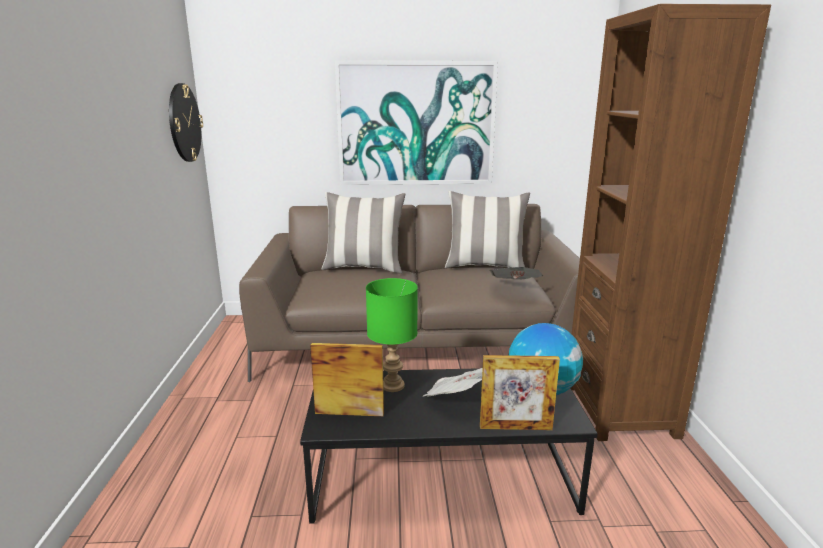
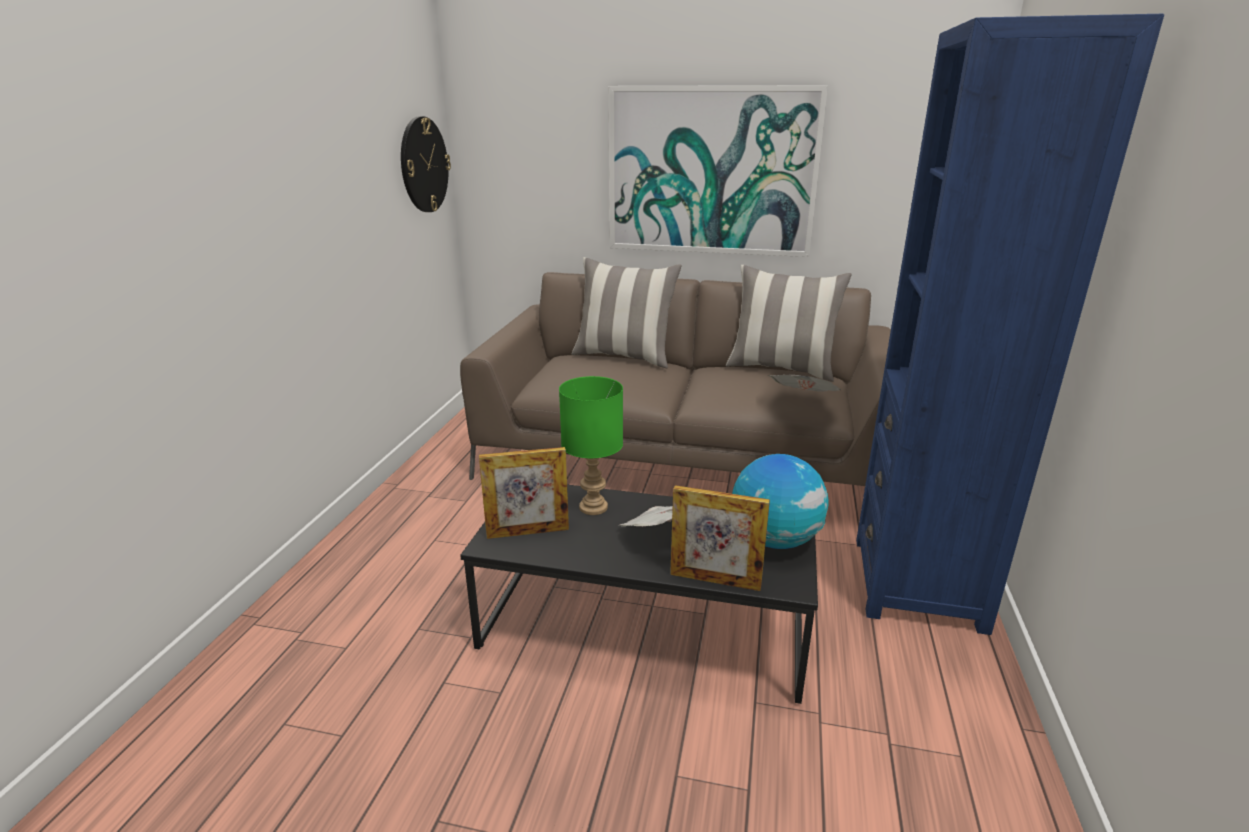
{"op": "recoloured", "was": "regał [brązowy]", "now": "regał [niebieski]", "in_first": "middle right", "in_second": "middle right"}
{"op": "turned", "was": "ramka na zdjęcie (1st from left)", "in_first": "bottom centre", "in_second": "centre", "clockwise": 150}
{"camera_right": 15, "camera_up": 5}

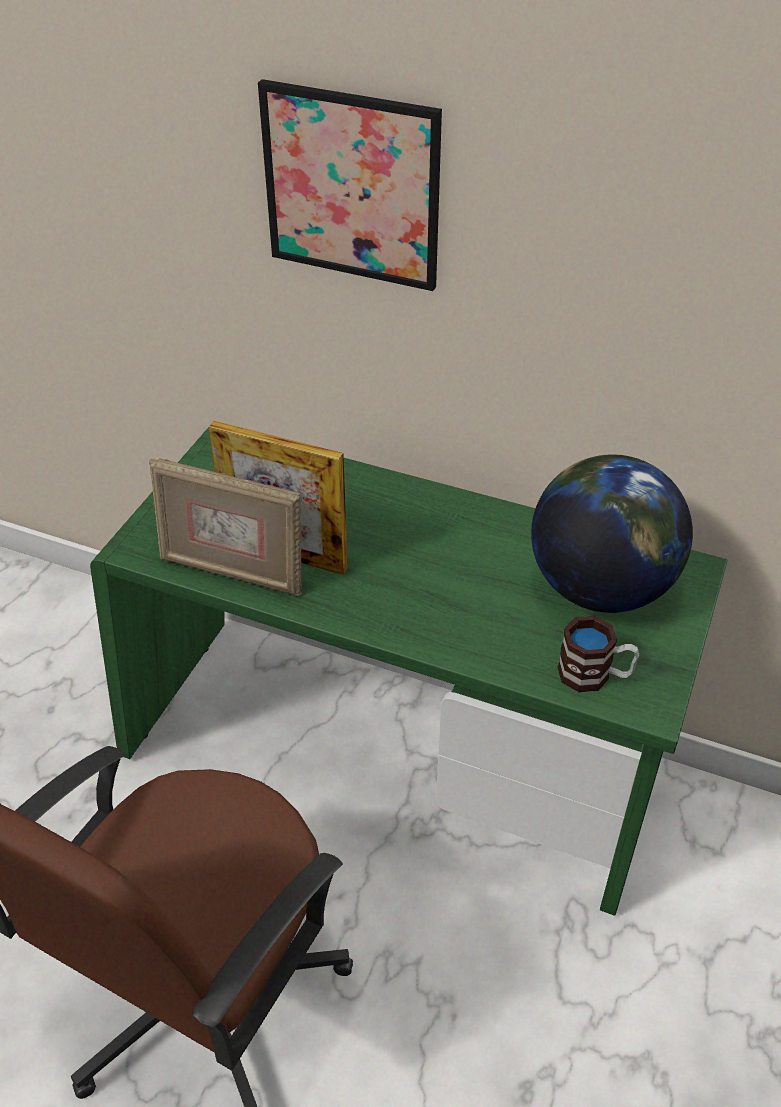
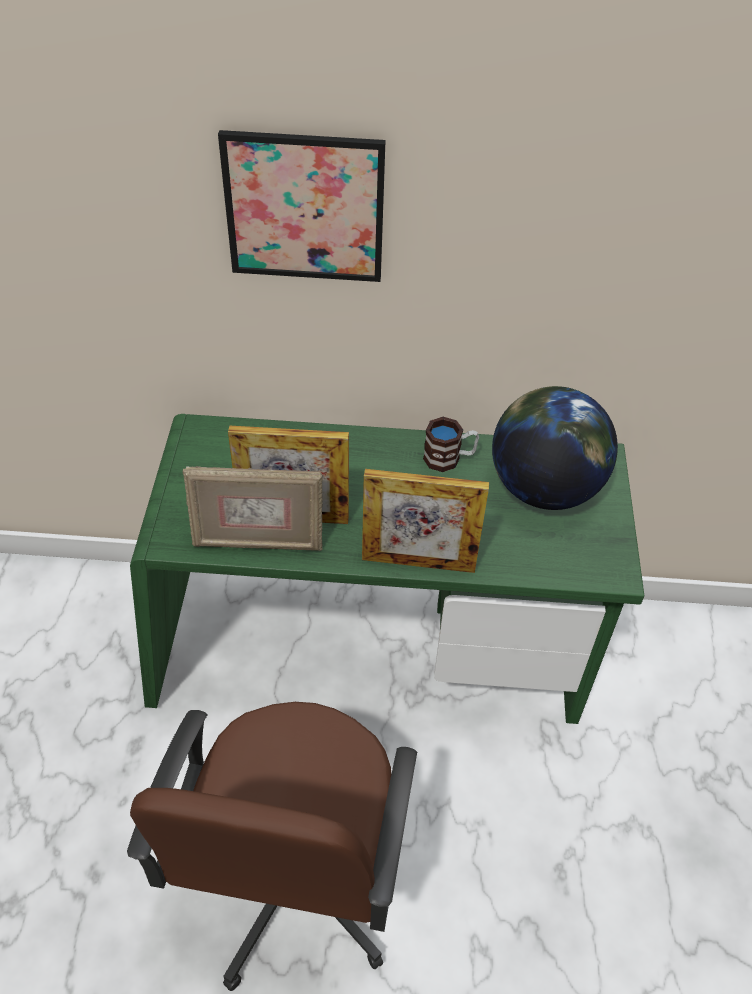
{"op": "moved", "was": "kubek", "in_first": "middle right", "in_second": "centre"}
{"op": "added", "now": "ramka na zdjęcie (3rd from left)", "in_second": "centre"}
{"camera_right": -20, "camera_up": 5}

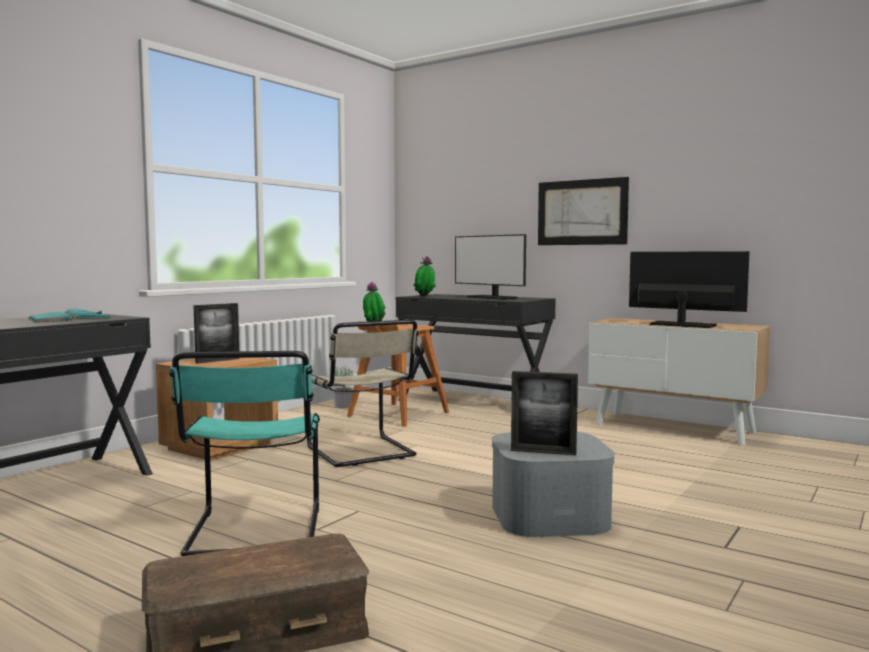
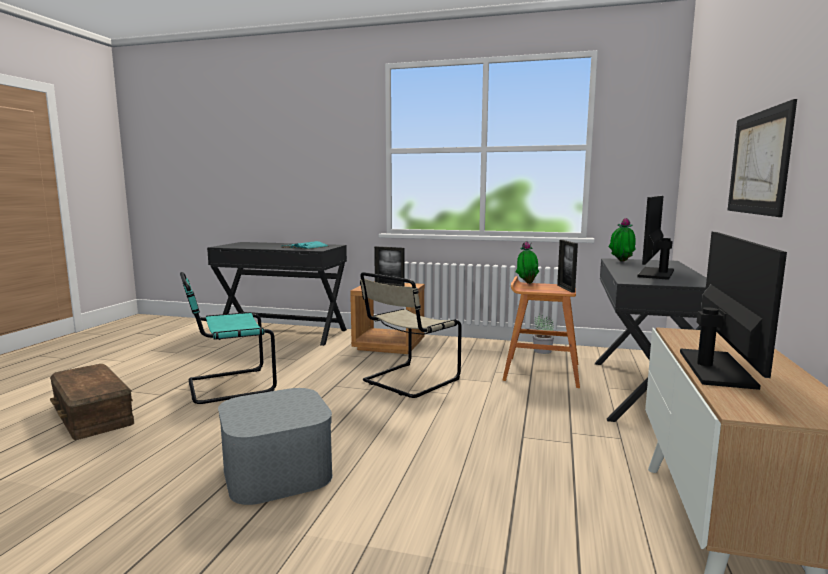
{"op": "moved", "was": "ramka na zdjęcie (2nd from left)", "in_first": "centre", "in_second": "middle right"}
{"camera_right": 70, "camera_up": 5}

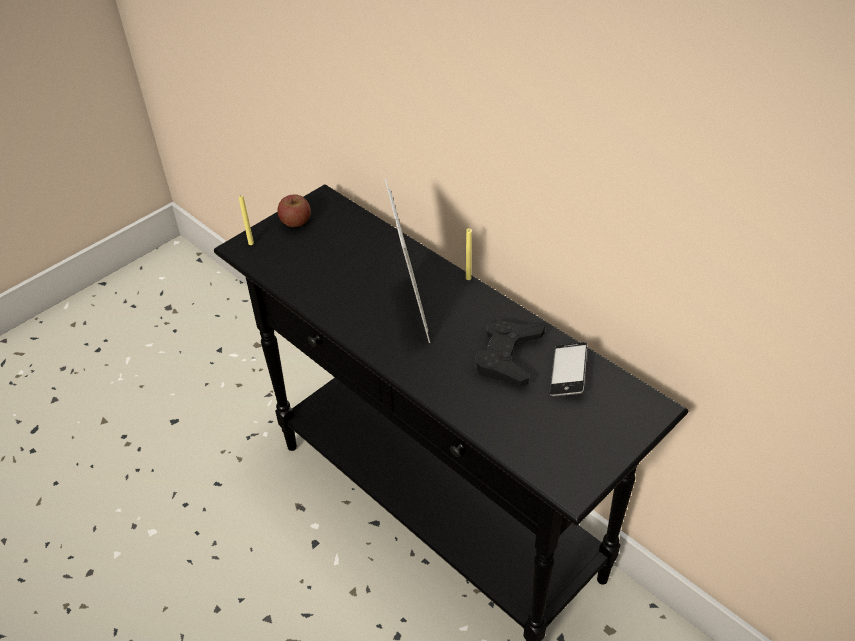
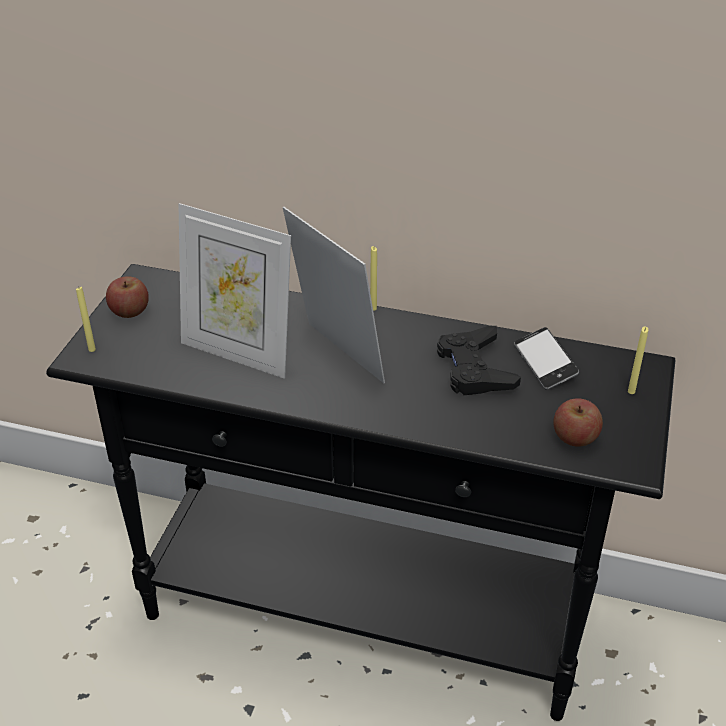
{"op": "added", "now": "ramka na zdjęcie (1st from left)", "in_second": "middle left"}
{"op": "added", "now": "świeca [żółty] (3rd from left)", "in_second": "middle right"}
{"op": "added", "now": "jabłko (2nd from left)", "in_second": "middle right"}
{"camera_right": -30, "camera_up": -5}

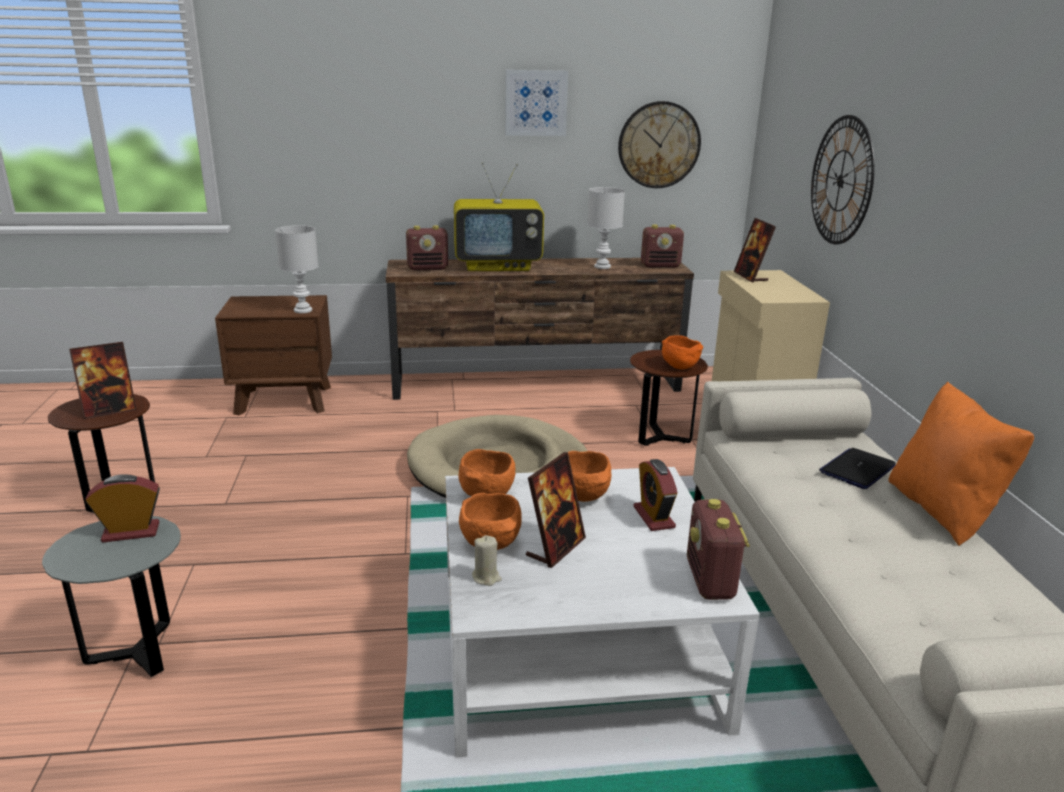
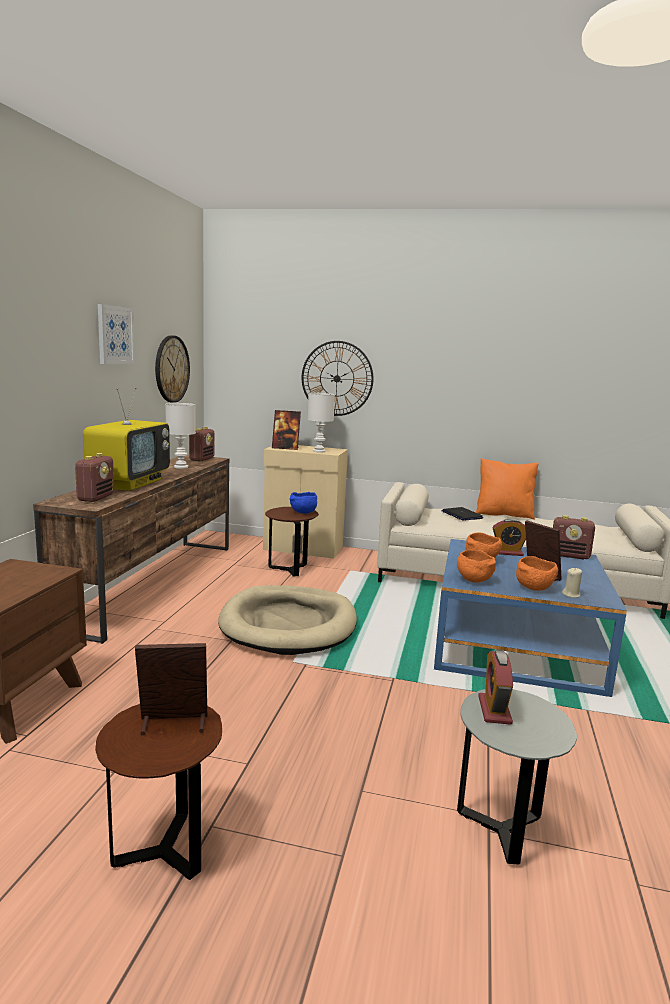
{"op": "moved", "was": "lampa stołowa [biały] (1st from left in the first image)", "now": "lampa stołowa [biały] (2nd from left)", "in_first": "middle left", "in_second": "centre"}
{"op": "recoloured", "was": "miska [pomarańczowy] (4th from left)", "now": "miska [niebieski]", "in_first": "centre", "in_second": "centre"}
{"op": "turned", "was": "ramka na zdjęcie (1st from left)", "in_first": "middle left", "in_second": "bottom left", "clockwise": -90}
{"op": "recoloured", "was": "ława [biały]", "now": "ława [niebieski]", "in_first": "bottom centre", "in_second": "middle right"}
{"camera_right": -70, "camera_up": -10}

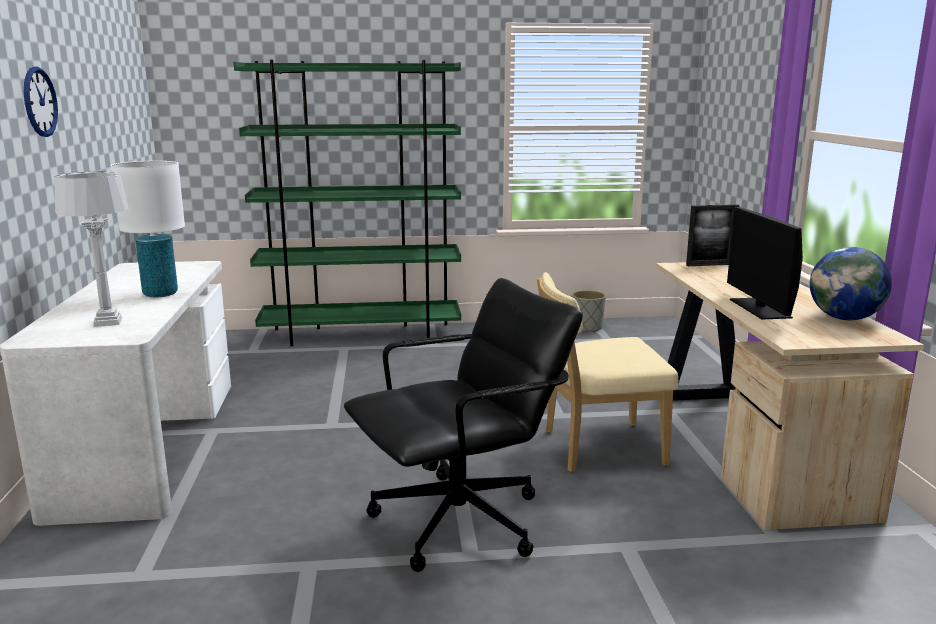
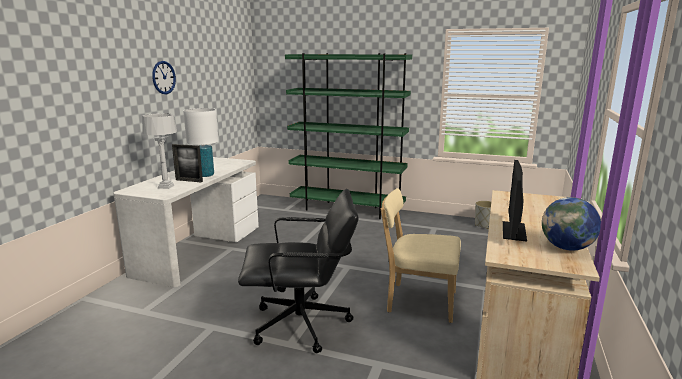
{"op": "moved", "was": "ramka na zdjęcie", "in_first": "middle right", "in_second": "middle left"}
{"camera_right": 25, "camera_up": 0}

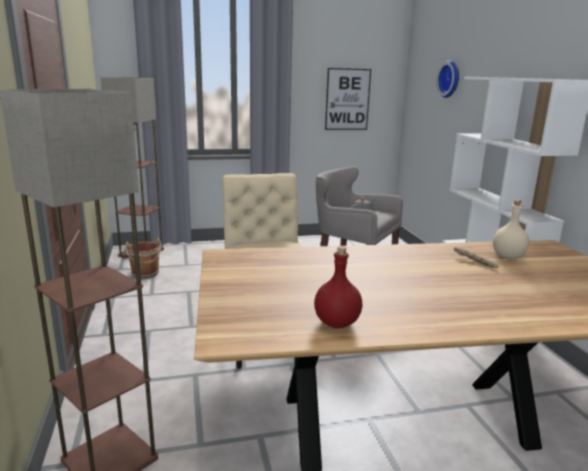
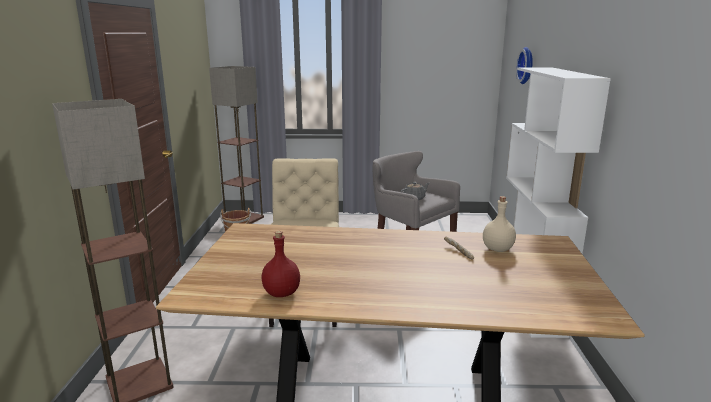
{"op": "removed", "was": "obraz", "in_first": "top centre"}
{"camera_right": 15, "camera_up": 0}

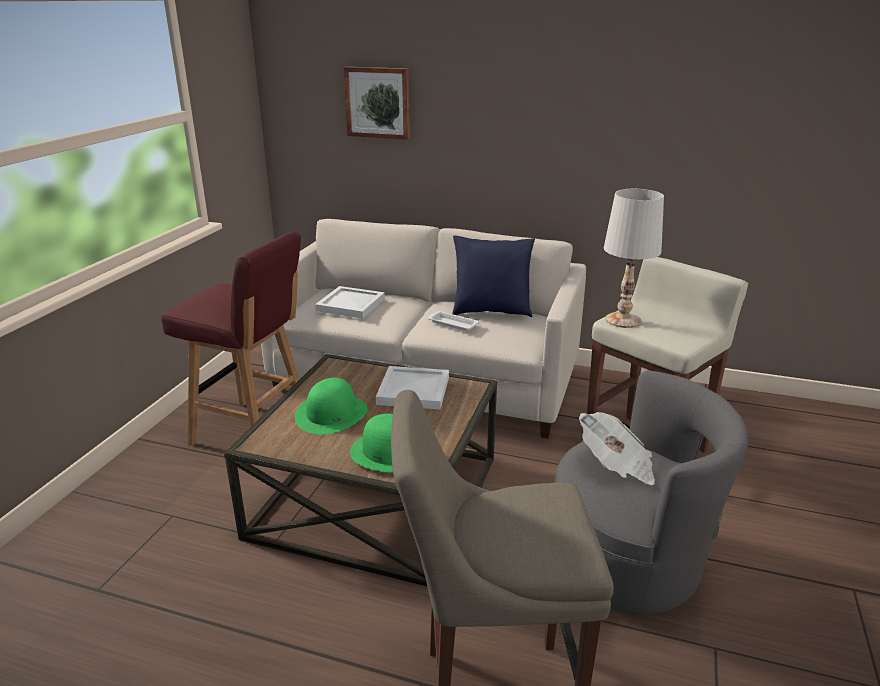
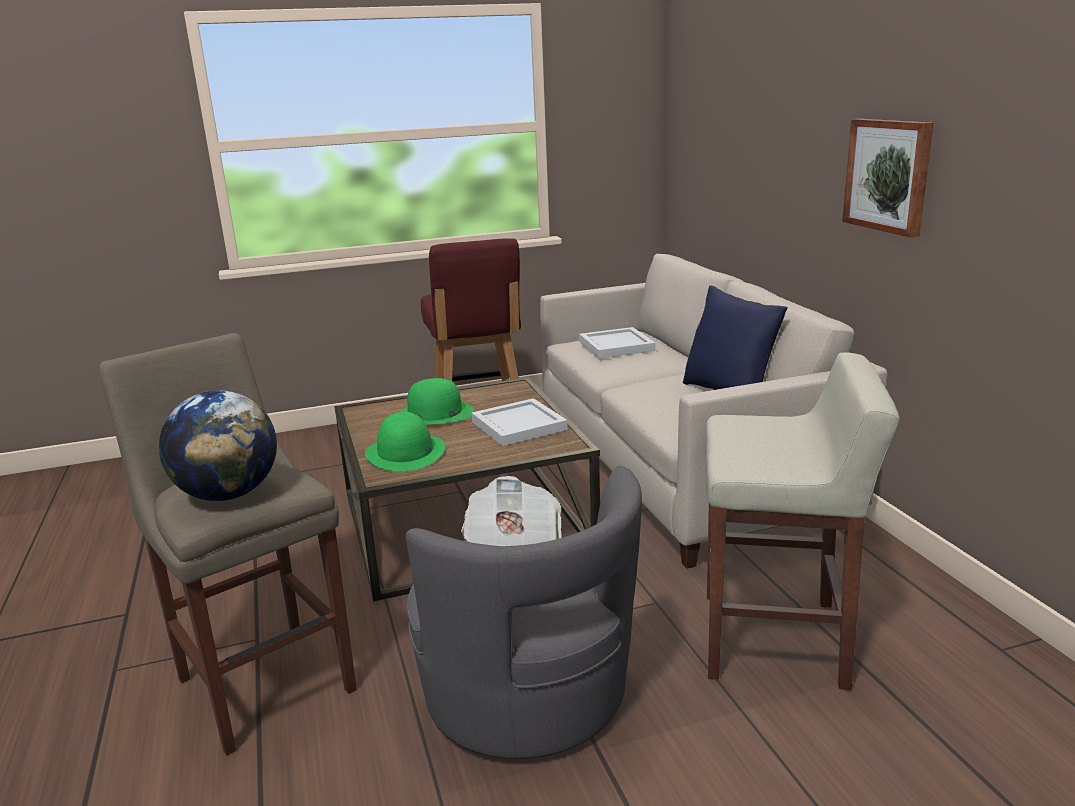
{"op": "moved", "was": "obraz", "in_first": "top centre", "in_second": "top right"}
{"op": "removed", "was": "lampa stołowa [biały]", "in_first": "middle right"}
{"op": "removed", "was": "taca [biały] (3rd from left)", "in_first": "centre"}
{"op": "added", "now": "globus", "in_second": "middle left"}
{"camera_right": 55, "camera_up": -5}

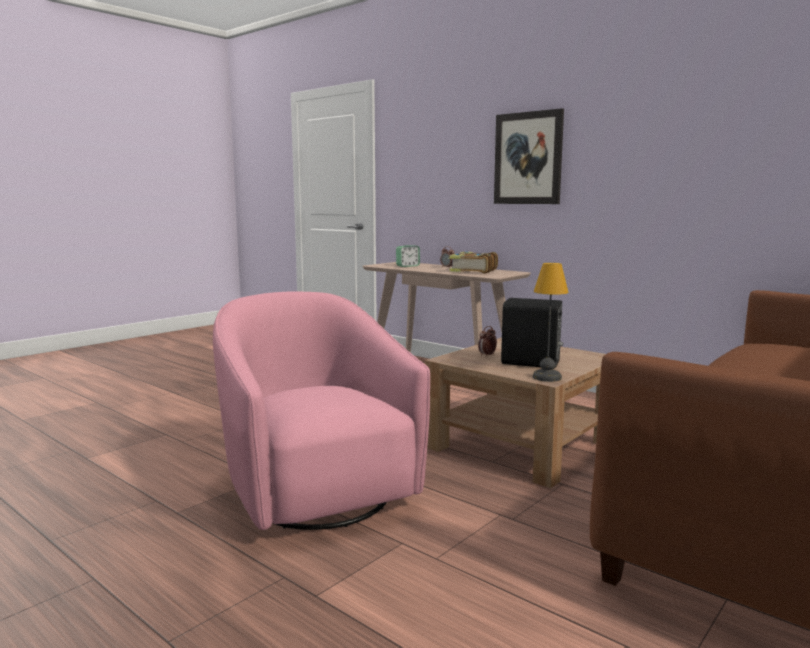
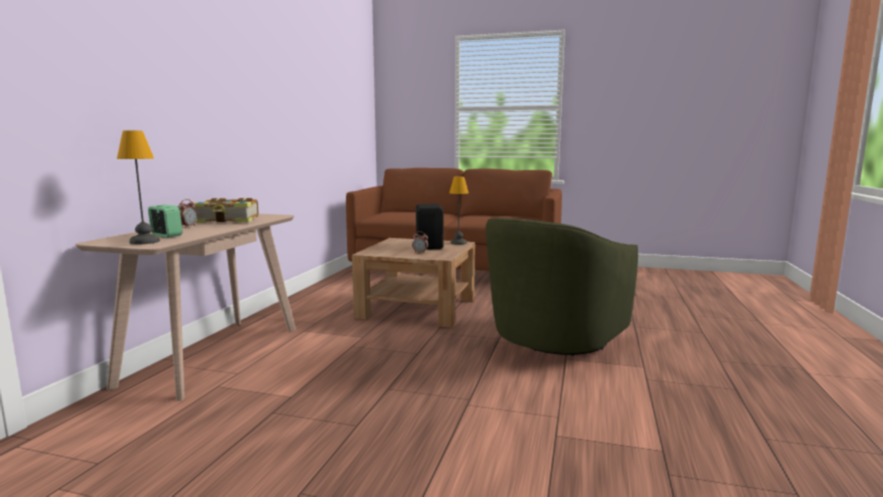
{"op": "removed", "was": "obraz", "in_first": "top centre"}
{"op": "recoloured", "was": "fotel [różowy]", "now": "fotel [zielony]", "in_first": "centre", "in_second": "centre"}
{"op": "added", "now": "lampa stołowa (1st from left)", "in_second": "middle left"}
{"camera_right": -115, "camera_up": 0}

